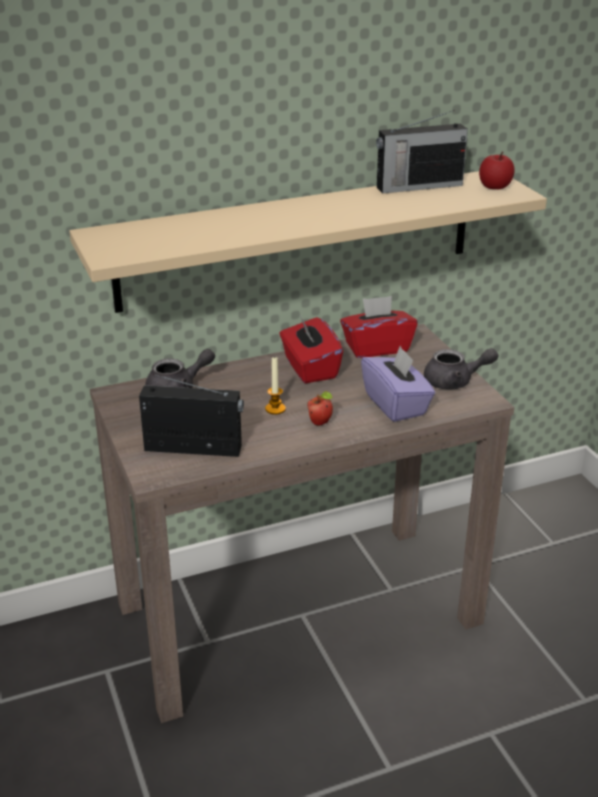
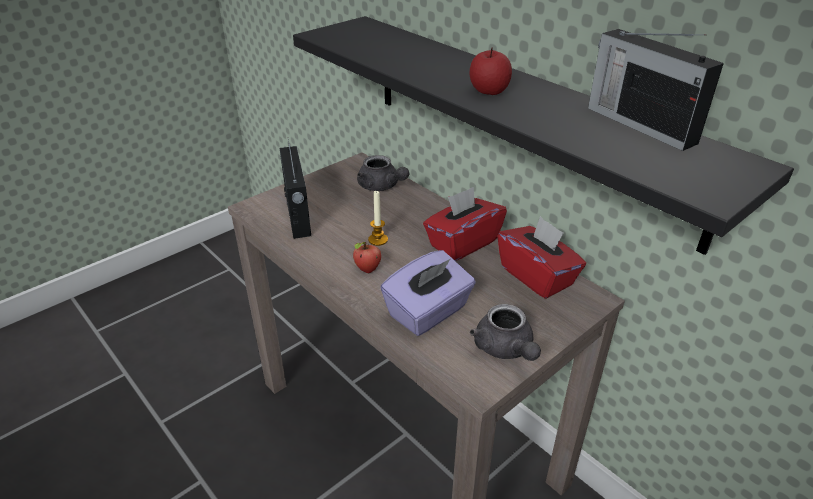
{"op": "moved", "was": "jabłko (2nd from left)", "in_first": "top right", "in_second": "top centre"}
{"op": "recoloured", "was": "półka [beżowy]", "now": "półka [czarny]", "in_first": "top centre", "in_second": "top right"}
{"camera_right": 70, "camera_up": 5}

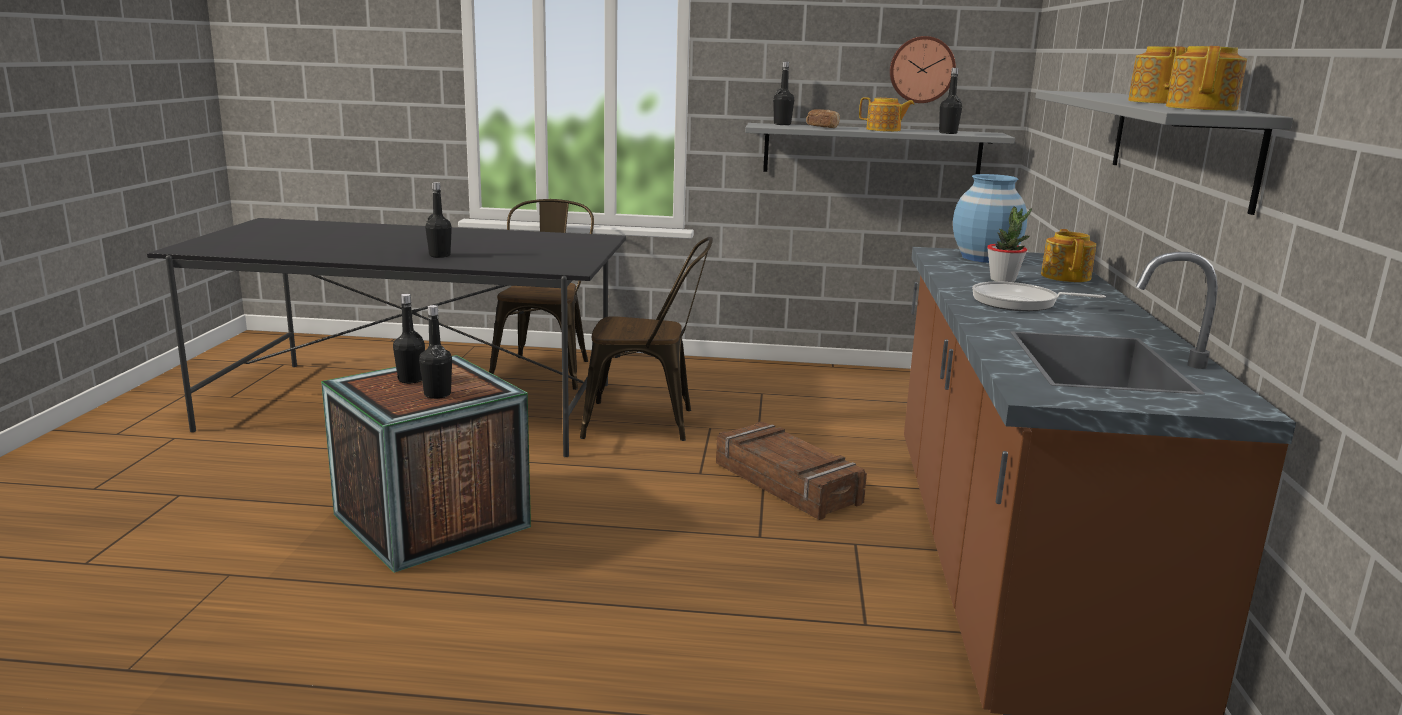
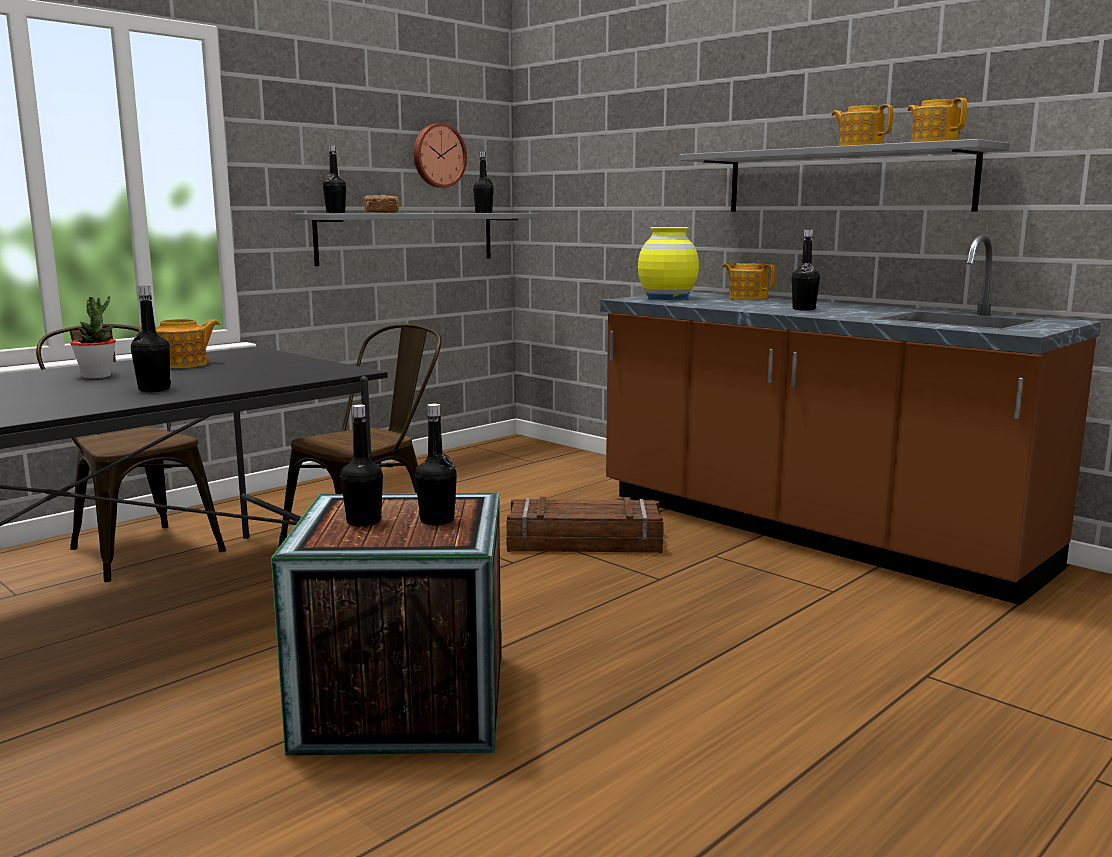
{"op": "moved", "was": "imbryk (1st from left)", "in_first": "top centre", "in_second": "middle left"}
{"op": "recoloured", "was": "wazon [niebieski]", "now": "wazon [żółty]", "in_first": "top right", "in_second": "top centre"}
{"op": "moved", "was": "roślina doniczkowa", "in_first": "middle right", "in_second": "middle left"}
{"op": "replaced", "was": "patelnia", "now": "butelka [czarny] (6th from left)", "in_first": "middle right", "in_second": "top right"}
{"camera_right": -50, "camera_up": -5}

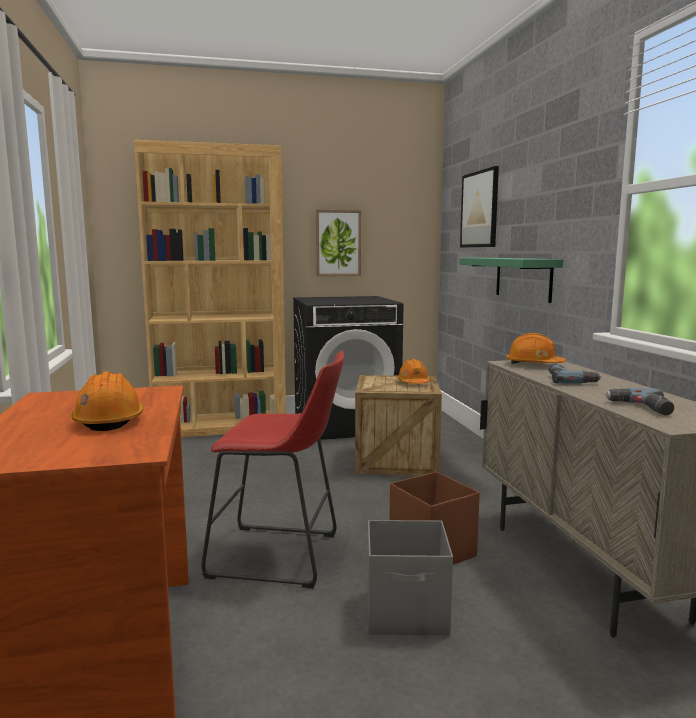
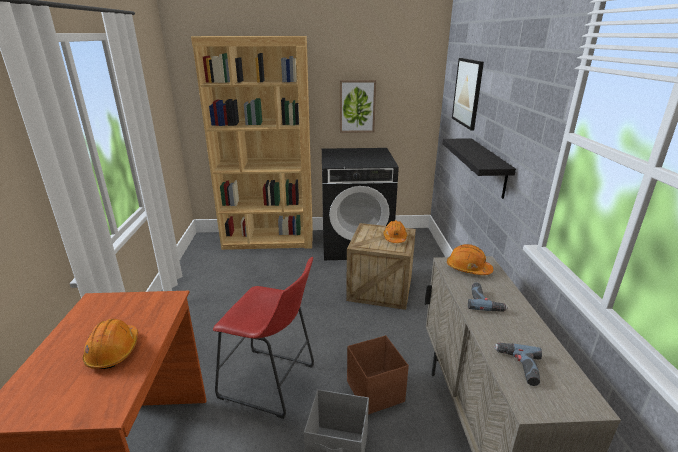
{"op": "recoloured", "was": "półka [zielony]", "now": "półka [czarny]", "in_first": "middle right", "in_second": "middle right"}
{"camera_right": 10, "camera_up": 15}

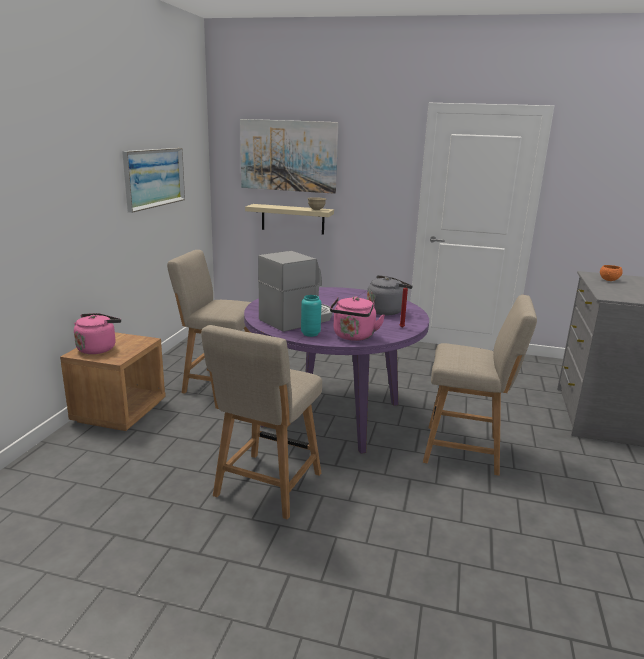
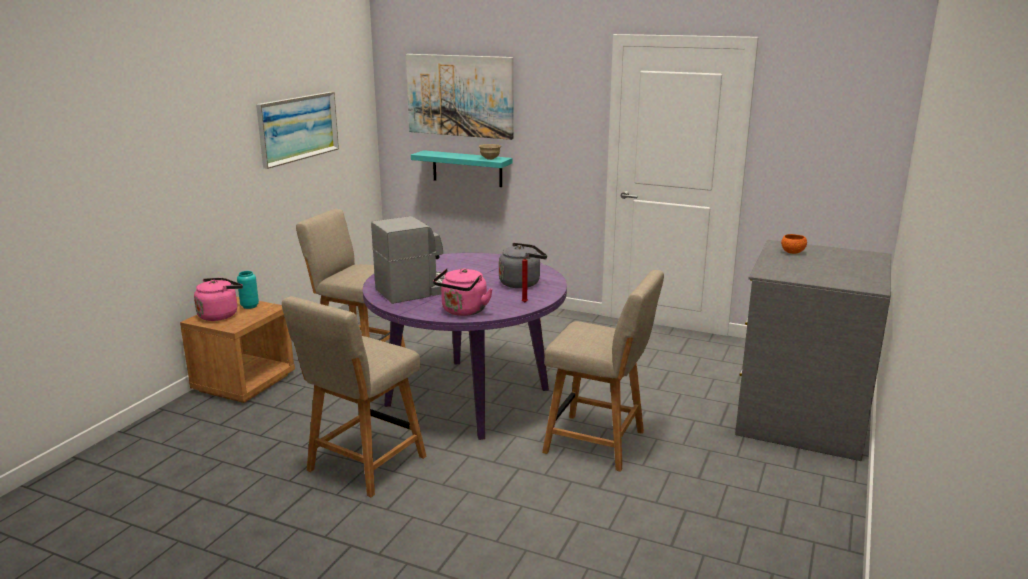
{"op": "recoloured", "was": "półka [beżowy]", "now": "półka [turkusowy]", "in_first": "top centre", "in_second": "top centre"}
{"op": "moved", "was": "wazon [turkusowy]", "in_first": "centre", "in_second": "middle left"}
{"camera_right": 10, "camera_up": 0}

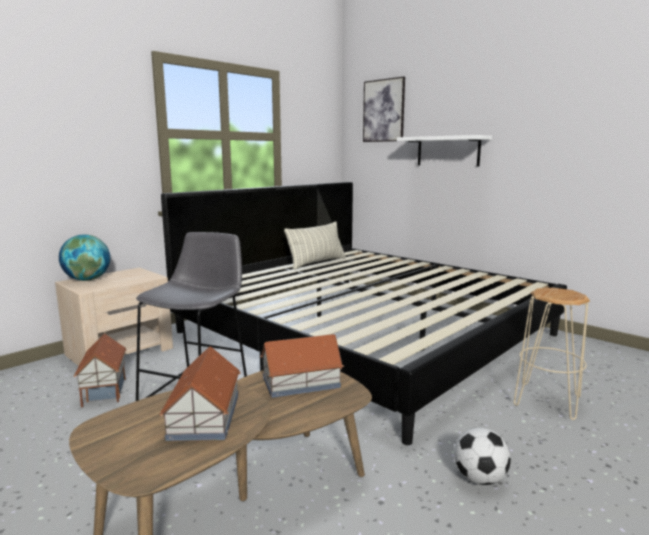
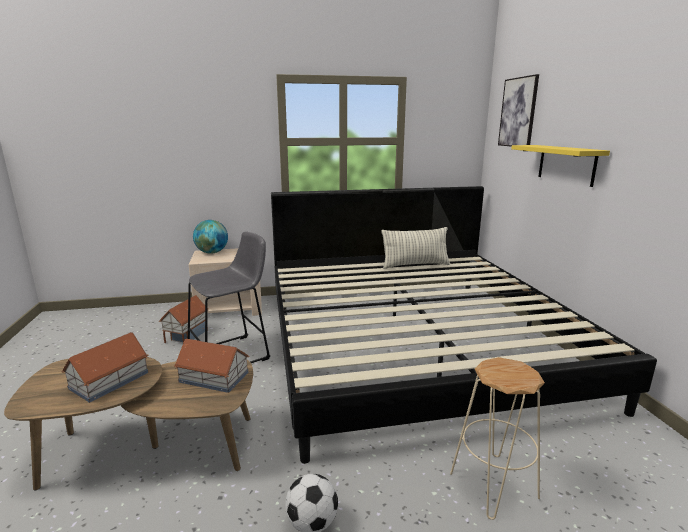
{"op": "recoloured", "was": "półka [biały]", "now": "półka [żółty]", "in_first": "top right", "in_second": "top right"}
{"camera_right": 35, "camera_up": 5}

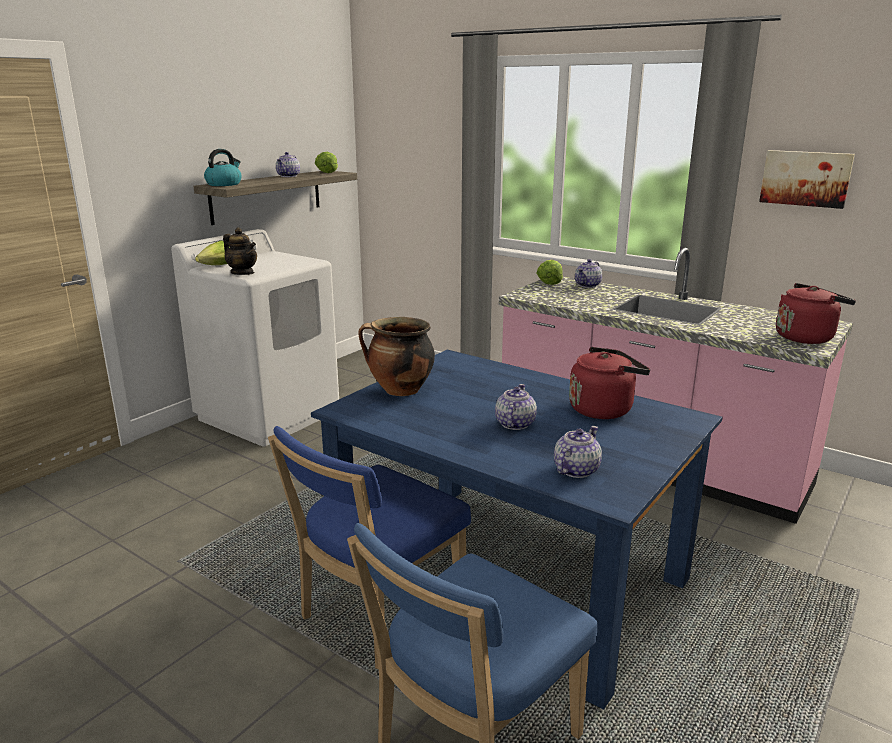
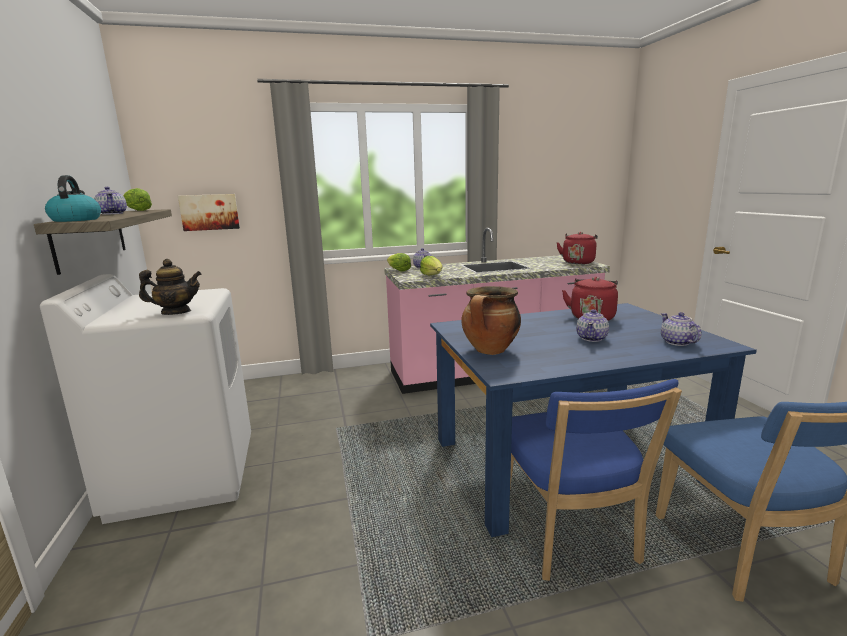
{"op": "moved", "was": "obraz", "in_first": "top right", "in_second": "middle left"}
{"op": "moved", "was": "sałata (1st from left in the first image)", "now": "sałata (3rd from left)", "in_first": "middle left", "in_second": "centre"}
{"op": "turned", "was": "imbryk (3rd from left in the first image)", "in_first": "centre", "in_second": "middle right", "clockwise": -120}
{"camera_right": -50, "camera_up": -5}

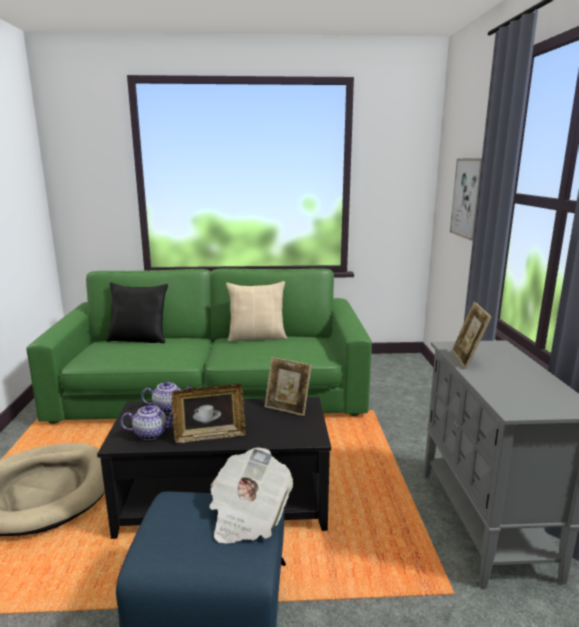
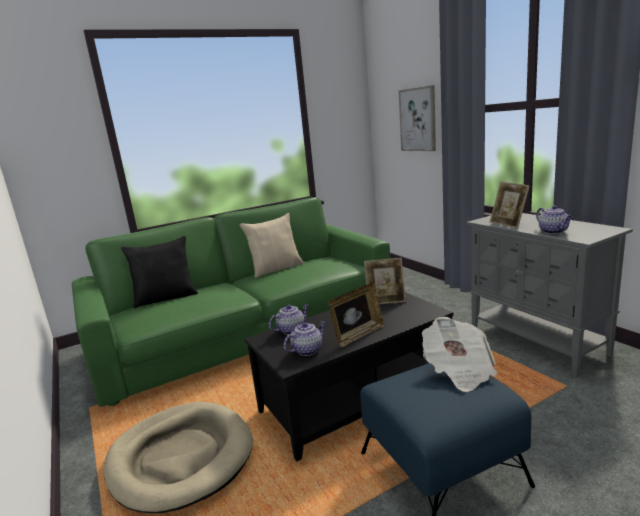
{"op": "added", "now": "imbryk (3rd from left)", "in_second": "middle right"}
{"camera_right": -25, "camera_up": 0}

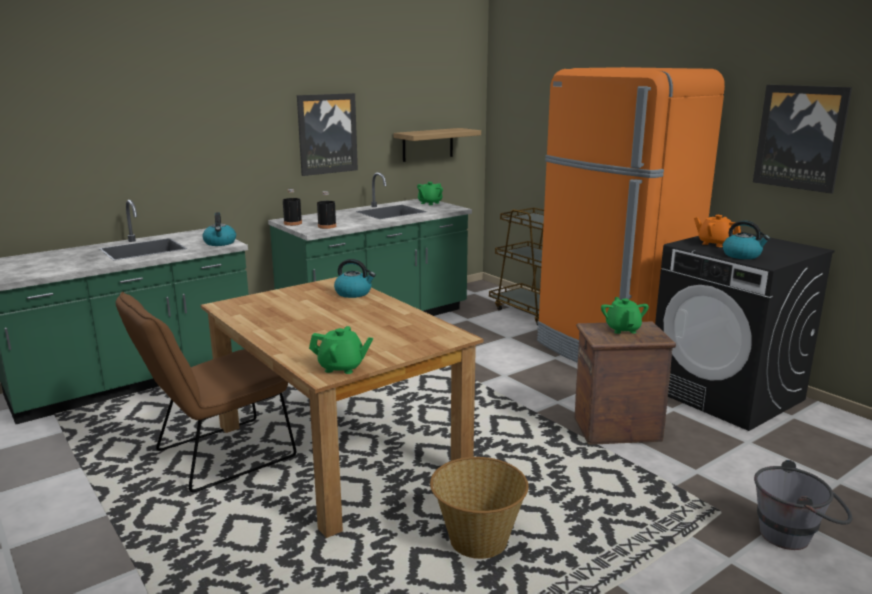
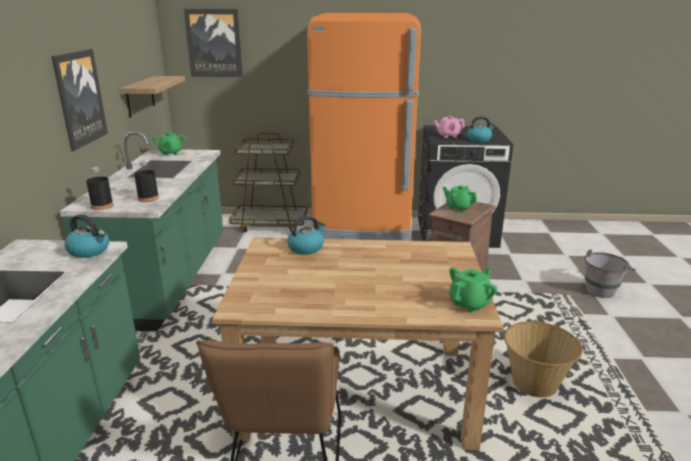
{"op": "moved", "was": "obraz (2nd from left)", "in_first": "top right", "in_second": "top left"}
{"op": "recoloured", "was": "imbryk [pomarańczowy]", "now": "imbryk [różowy]", "in_first": "middle right", "in_second": "top centre"}
{"camera_right": -50, "camera_up": 5}

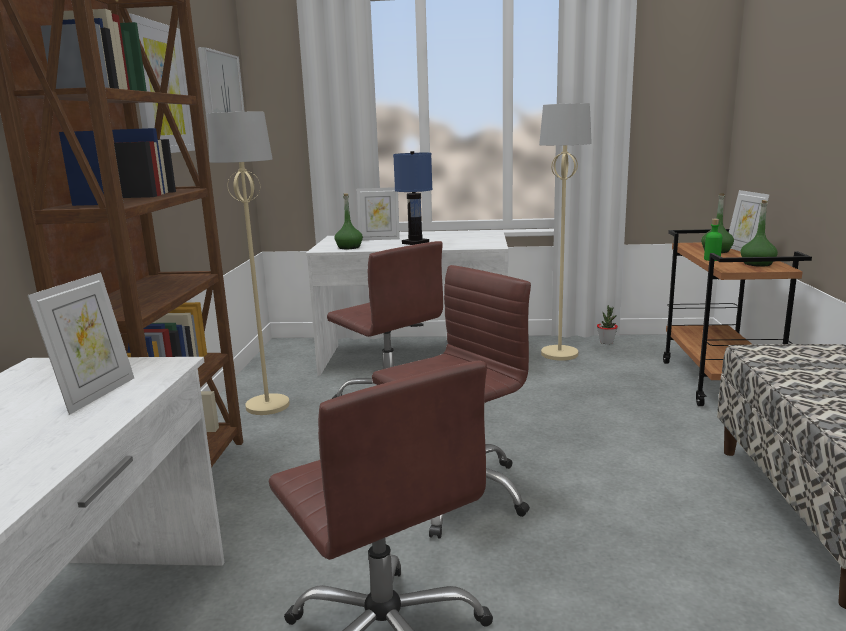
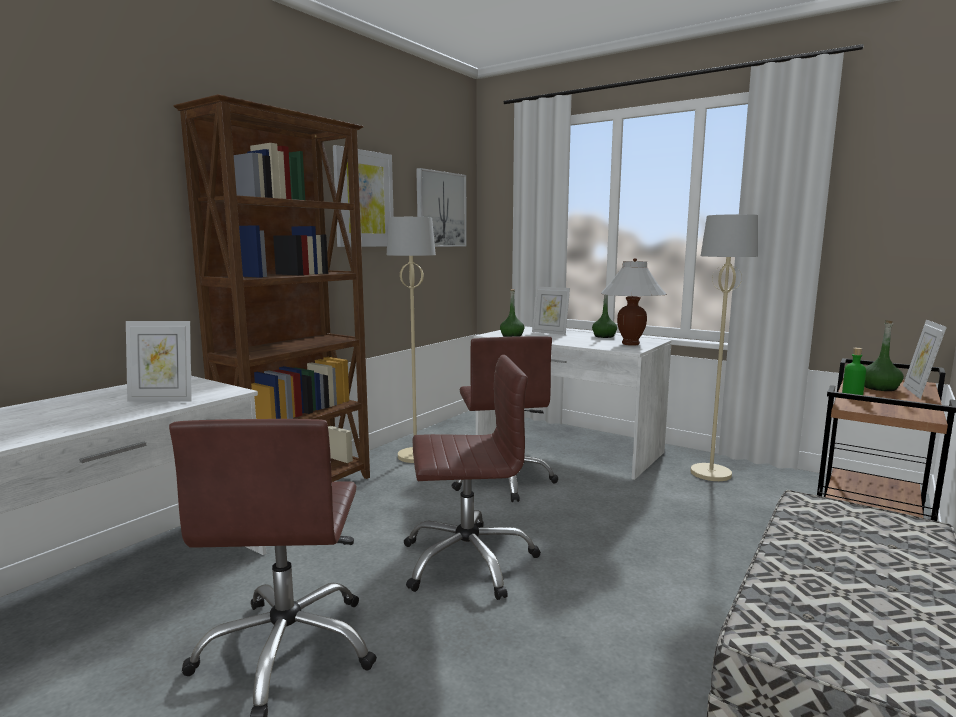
{"op": "removed", "was": "lampa stołowa [niebieski]", "in_first": "top centre"}
{"op": "moved", "was": "butelka [zielony] (4th from left in the first image)", "now": "butelka [zielony] (2nd from left)", "in_first": "middle right", "in_second": "centre"}
{"op": "turned", "was": "ramka na zdjęcie (1st from left)", "in_first": "middle left", "in_second": "middle left", "clockwise": 45}
{"op": "removed", "was": "roślina doniczkowa", "in_first": "middle right"}
{"op": "added", "now": "lampa stołowa [biały]", "in_second": "centre"}
{"camera_right": 30, "camera_up": -5}

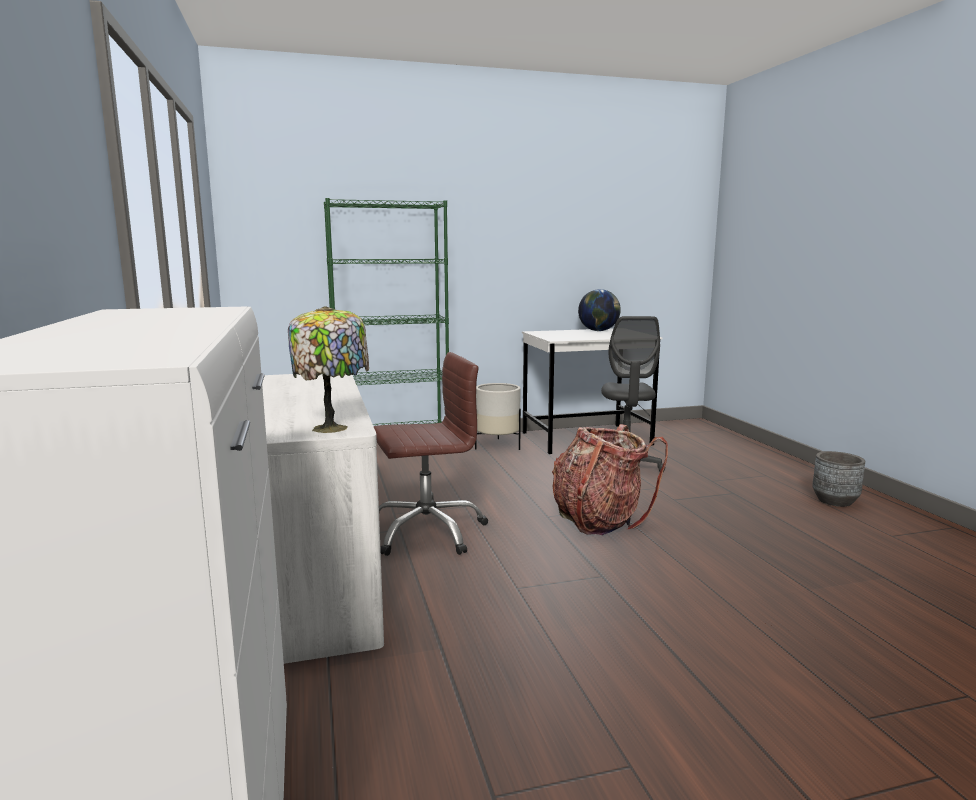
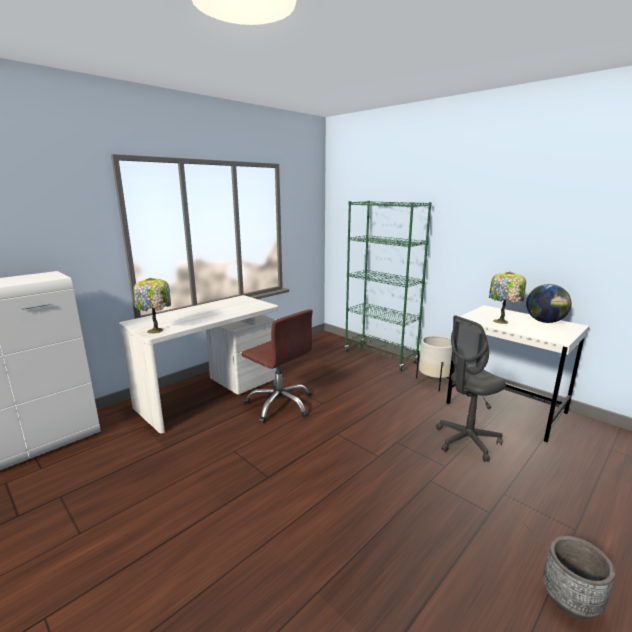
{"op": "removed", "was": "plecak", "in_first": "centre"}
{"op": "added", "now": "lampa stołowa (2nd from left)", "in_second": "middle right"}
{"camera_right": 60, "camera_up": 5}

